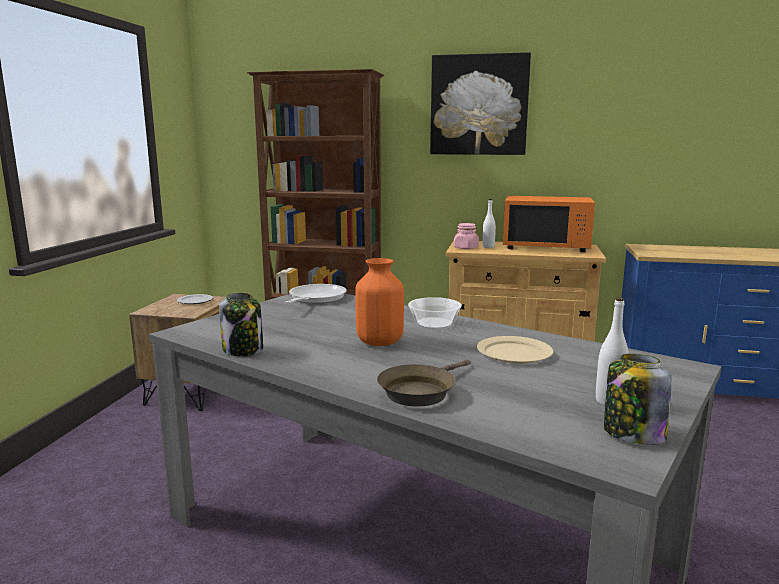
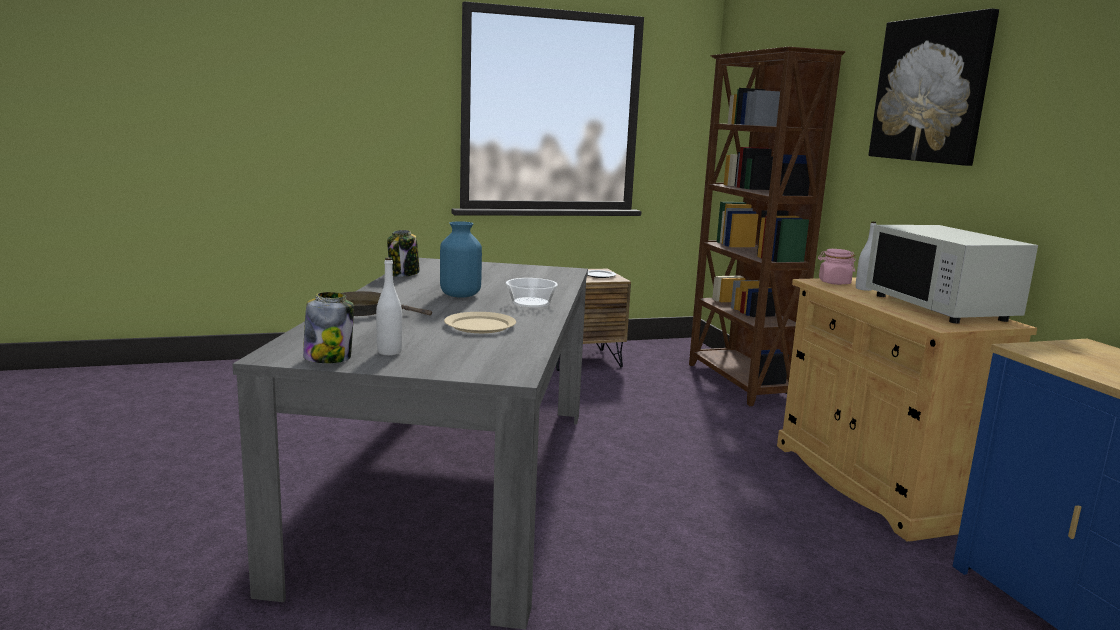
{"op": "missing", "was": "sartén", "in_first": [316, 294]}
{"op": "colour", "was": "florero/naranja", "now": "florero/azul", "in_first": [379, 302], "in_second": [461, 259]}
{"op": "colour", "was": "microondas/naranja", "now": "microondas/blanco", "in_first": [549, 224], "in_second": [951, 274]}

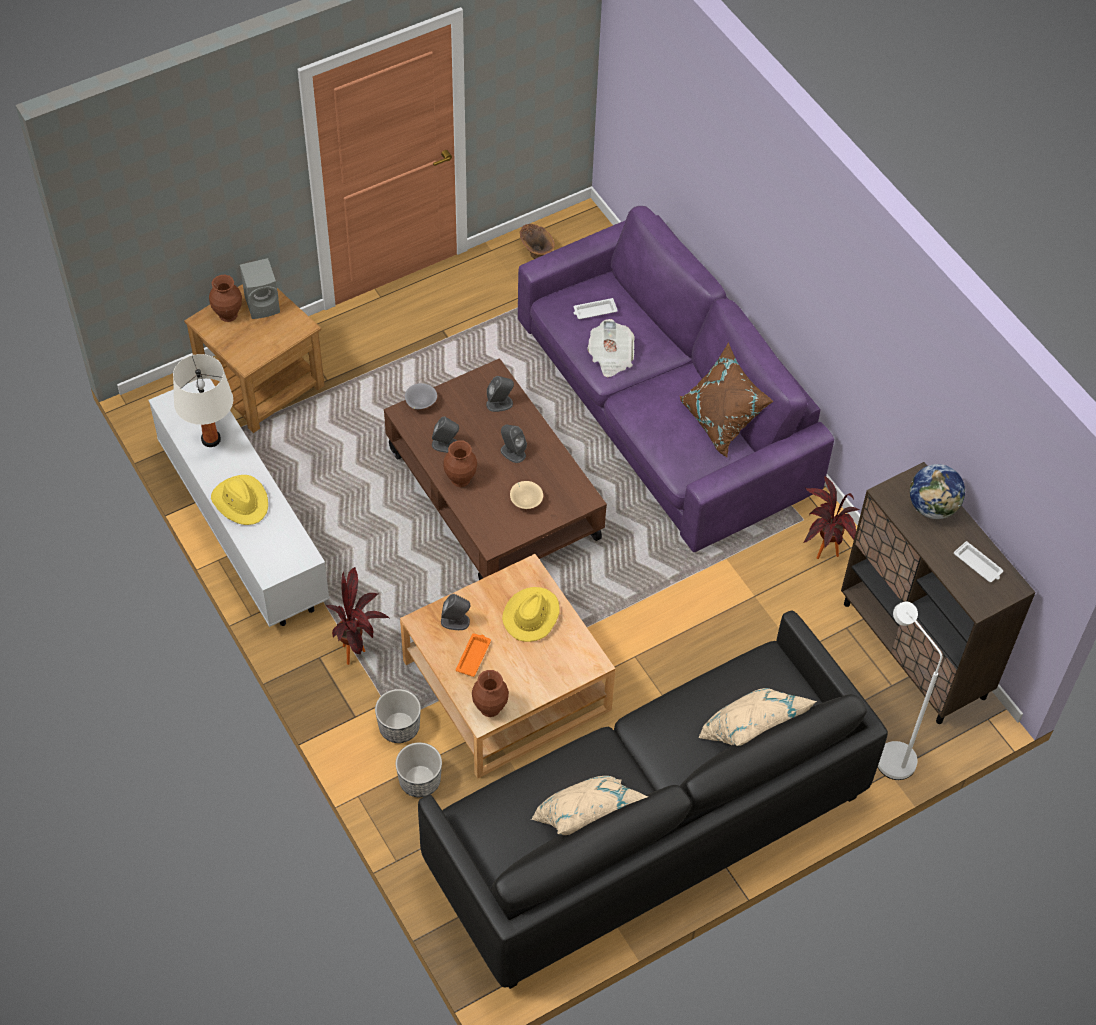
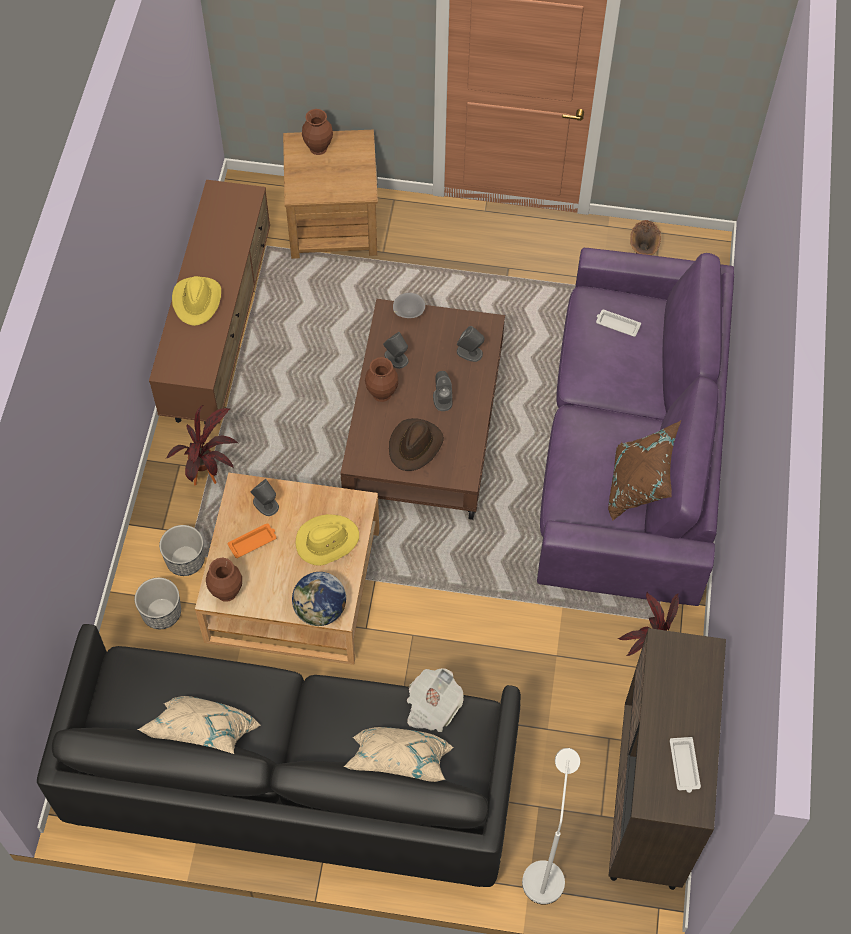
{"op": "colour", "was": "mueble de televisión/blanco", "now": "mueble de televisión/marrón", "in_first": [239, 503], "in_second": [209, 302]}
{"op": "missing", "was": "lámpara de mesa/blanco", "in_first": [203, 400]}
{"op": "missing", "was": "altavoz/gris", "in_first": [260, 288]}
{"op": "exchanged", "was": "cuenco/beis", "now": "sombrero/marrón", "in_first": [526, 495], "in_second": [416, 444]}
{"op": "relocated", "was": "periódico", "in_first": [611, 348], "in_second": [435, 700]}
{"op": "relocated", "was": "globo terráqueo", "in_first": [937, 491], "in_second": [319, 599]}

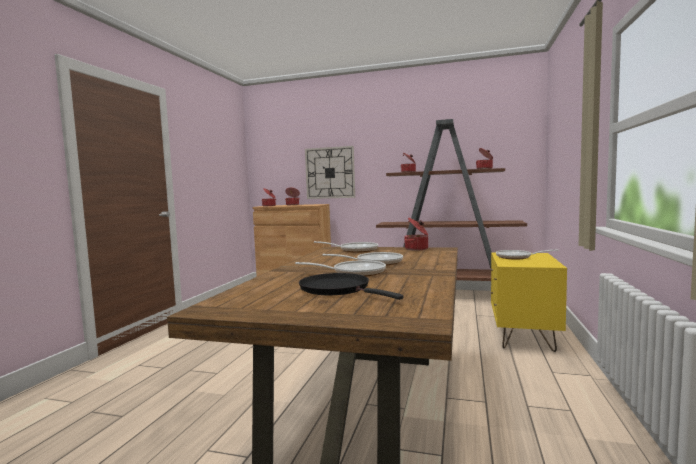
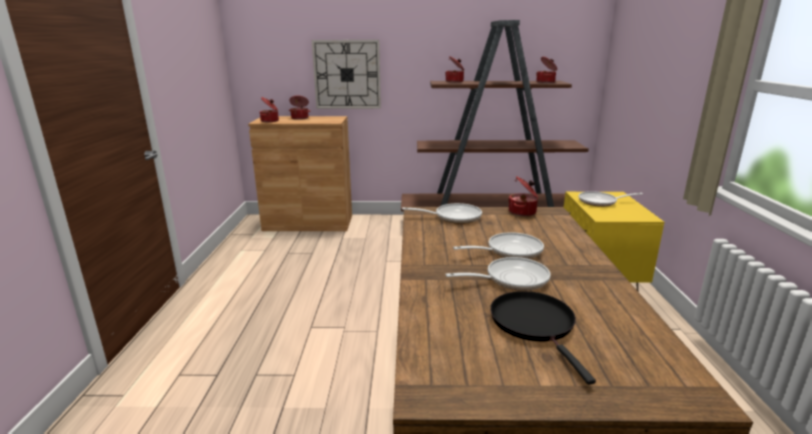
{"op": "spun", "was": "sartén/negro", "in_first": [351, 286], "in_second": [543, 338], "clockwise": 45}

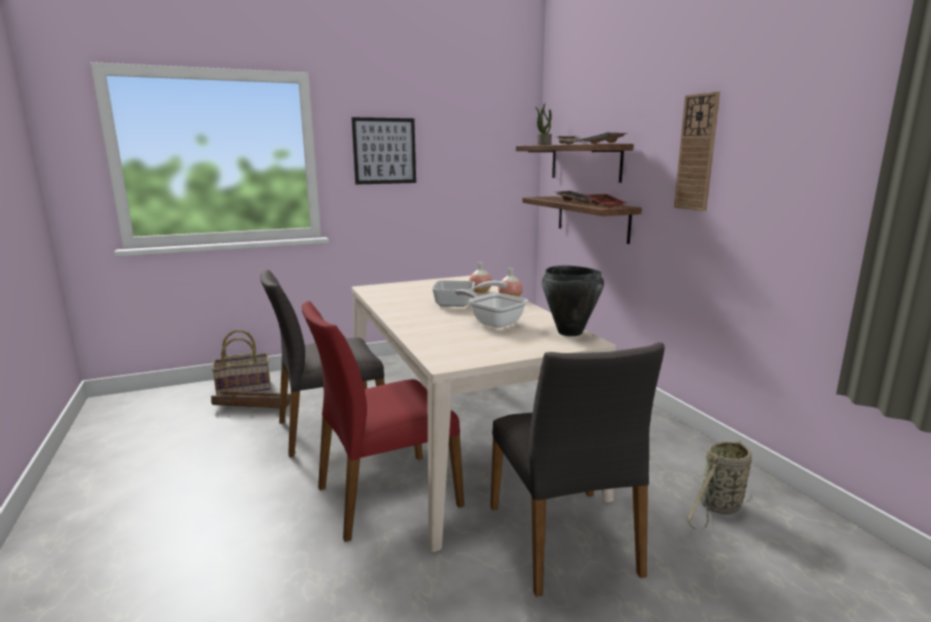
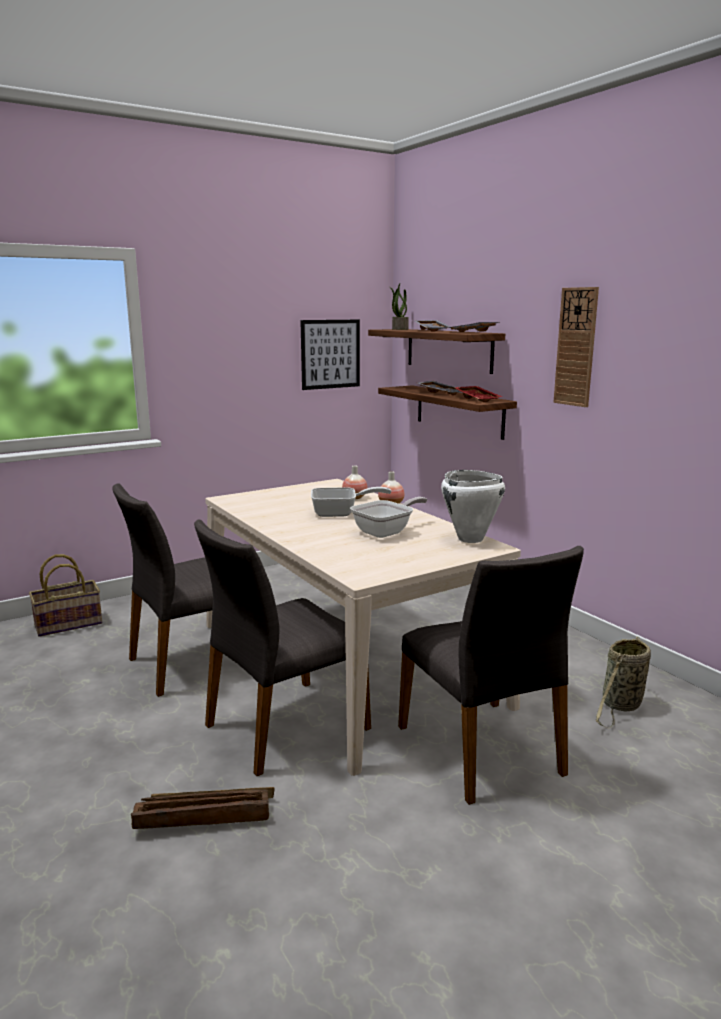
{"op": "relocated", "was": "caja de embalaje", "in_first": [251, 399], "in_second": [203, 808]}
{"op": "colour", "was": "silla/rojo", "now": "silla/gris", "in_first": [383, 421], "in_second": [282, 647]}
{"op": "relocated", "was": "cuadro", "in_first": [383, 151], "in_second": [330, 355]}
{"op": "spun", "was": "sartén", "in_first": [491, 308], "in_second": [388, 517], "clockwise": 105}
{"op": "colour", "was": "olla/negro", "now": "olla/blanco", "in_first": [573, 301], "in_second": [473, 506]}

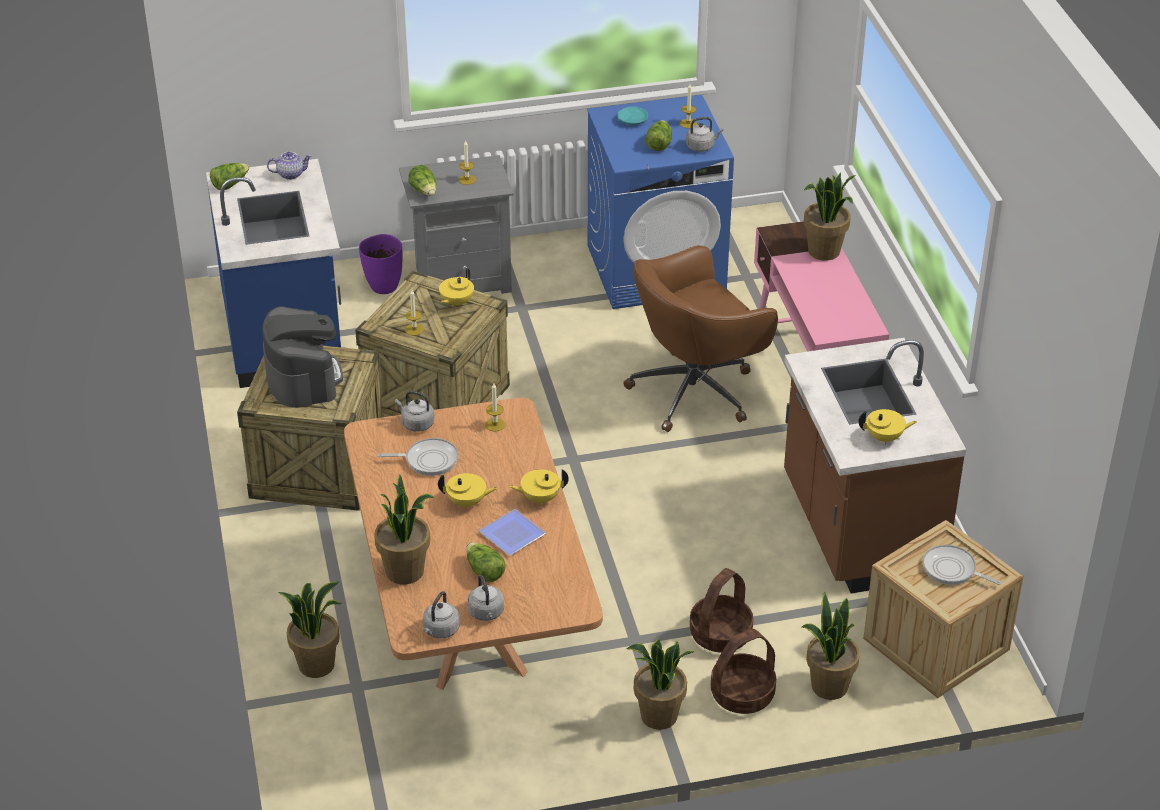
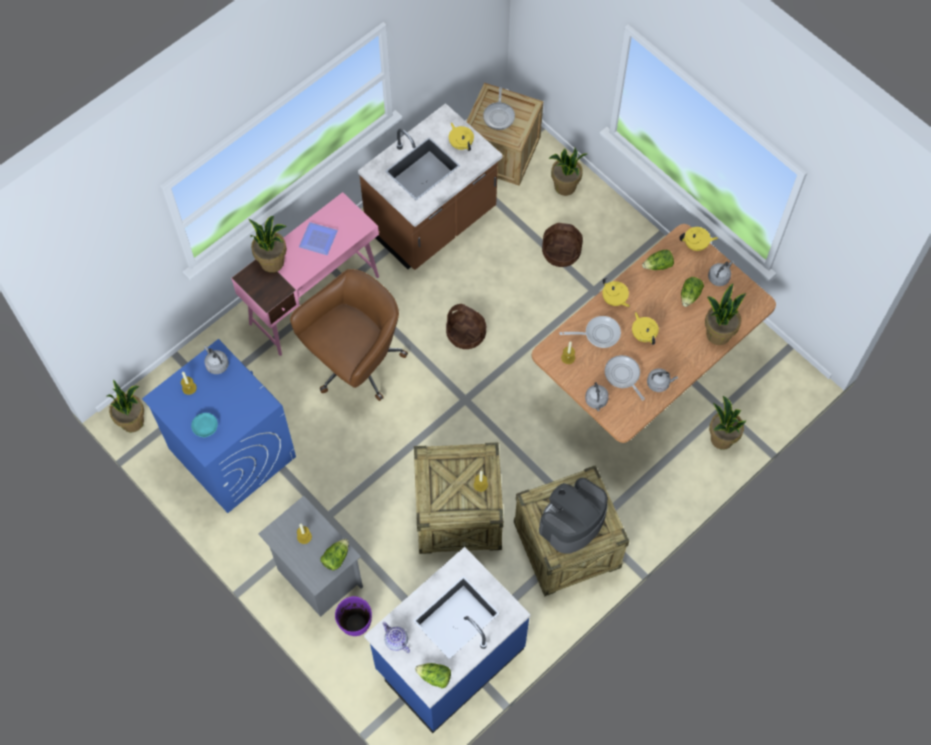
{"op": "relocated", "was": "hervidor/gris", "in_first": [441, 614], "in_second": [662, 380]}
{"op": "relocated", "was": "tetera/amarillo", "in_first": [456, 288], "in_second": [699, 239]}
{"op": "relocated", "was": "plato", "in_first": [512, 532], "in_second": [318, 238]}
{"op": "spun", "was": "silla de oficina/marrón", "in_first": [700, 338], "in_second": [349, 335], "clockwise": -75}
{"op": "relocated", "was": "planta en maceta", "in_first": [660, 684], "in_second": [125, 405]}
{"op": "relocated", "was": "lechuga", "in_first": [658, 135], "in_second": [658, 260]}
{"op": "relocated", "was": "cesta", "in_first": [743, 671], "in_second": [466, 326]}
{"op": "appeared", "now": "sartén", "in_second": [590, 332]}

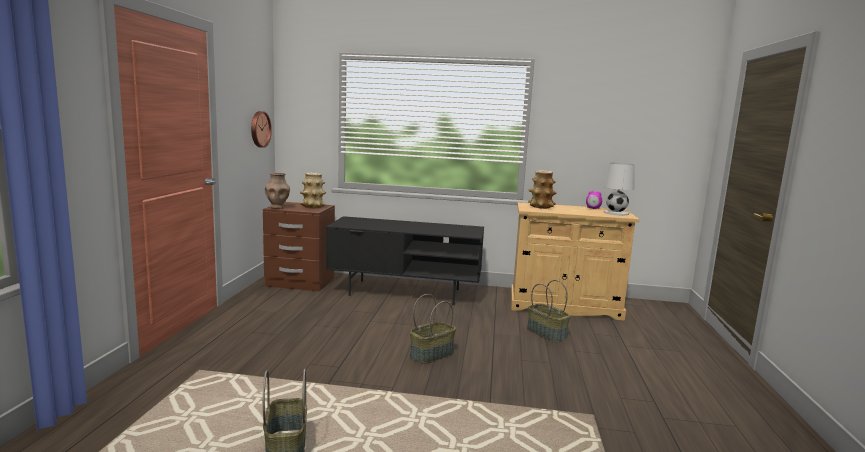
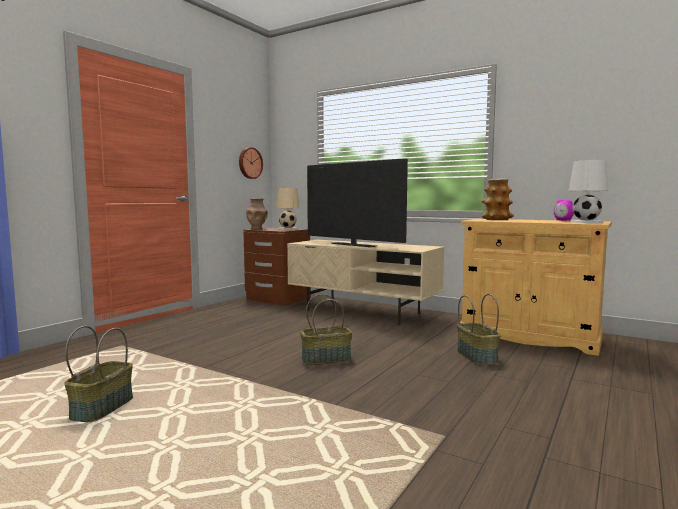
{"op": "exchanged", "was": "florero", "now": "lámpara de mesa/beis", "in_first": [313, 190], "in_second": [287, 209]}
{"op": "colour", "was": "mueble de televisión/negro", "now": "mueble de televisión/beis", "in_first": [405, 260], "in_second": [366, 282]}
{"op": "appeared", "now": "televisor", "in_second": [357, 202]}

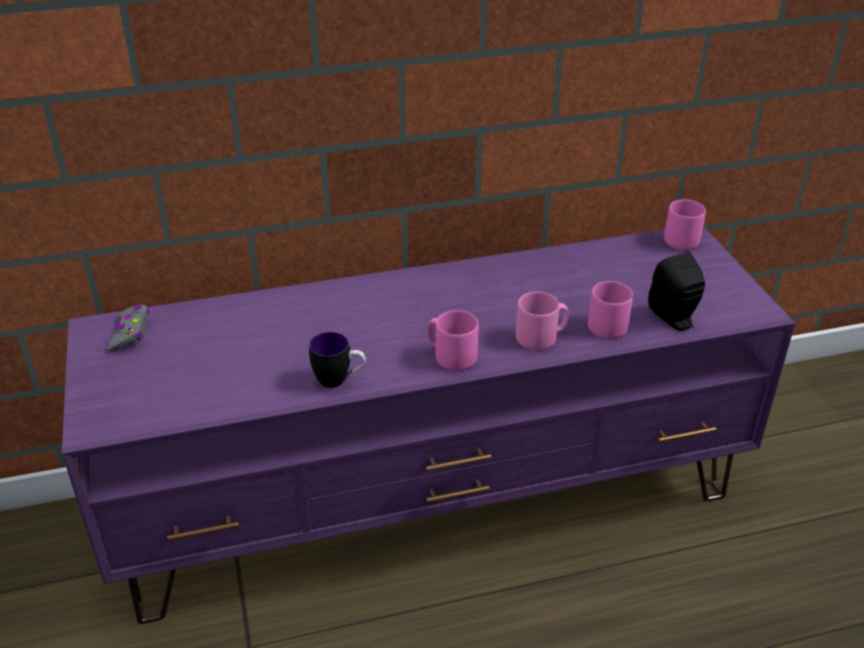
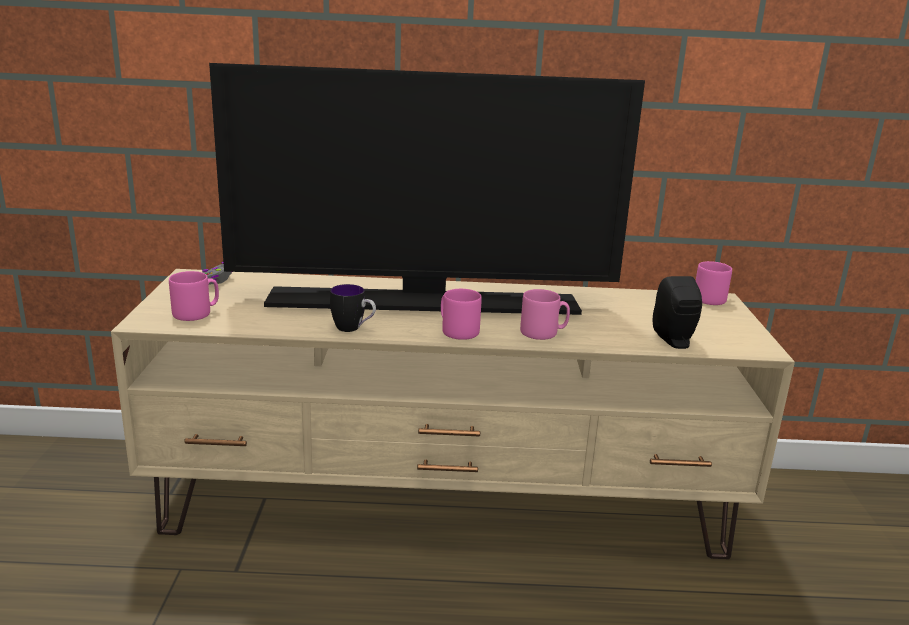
{"op": "colour", "was": "mueble de televisión/morado", "now": "mueble de televisión/beis", "in_first": [428, 425], "in_second": [453, 414]}
{"op": "relocated", "was": "taza grande/rosa", "in_first": [610, 310], "in_second": [194, 296]}
{"op": "appeared", "now": "televisor", "in_second": [427, 189]}

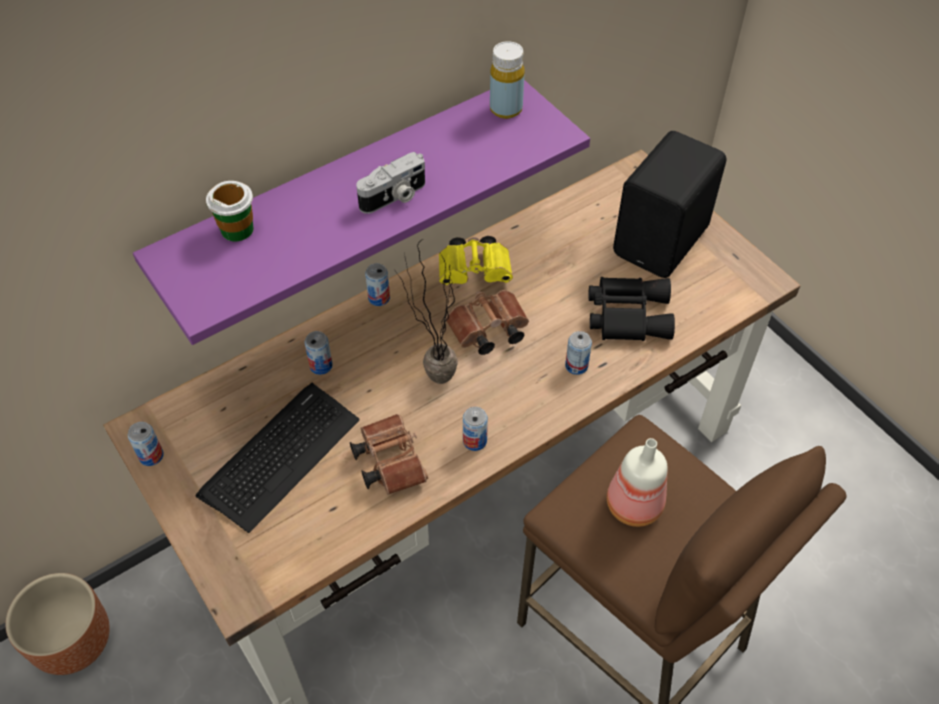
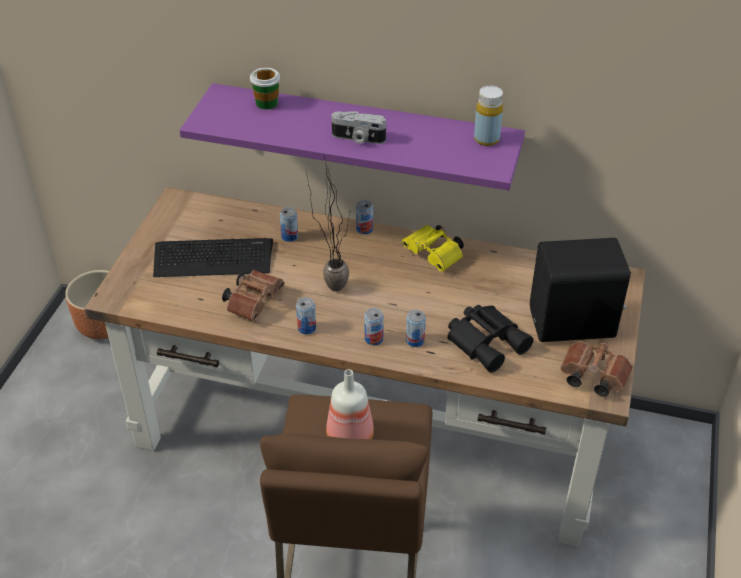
{"op": "relocated", "was": "lata", "in_first": [146, 444], "in_second": [374, 326]}
{"op": "relocated", "was": "prismáticos/marrón", "in_first": [487, 322], "in_second": [596, 369]}

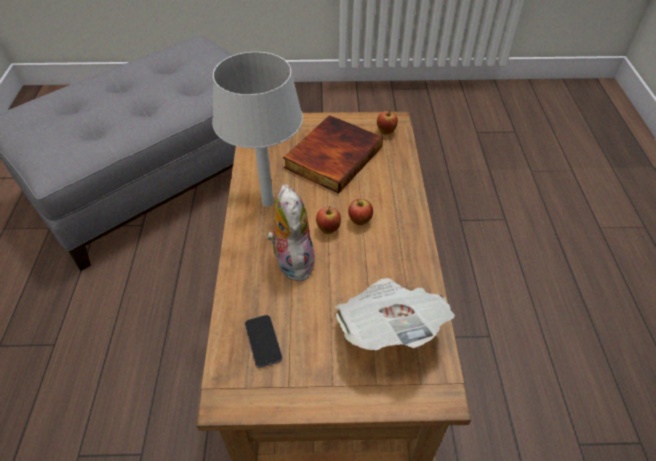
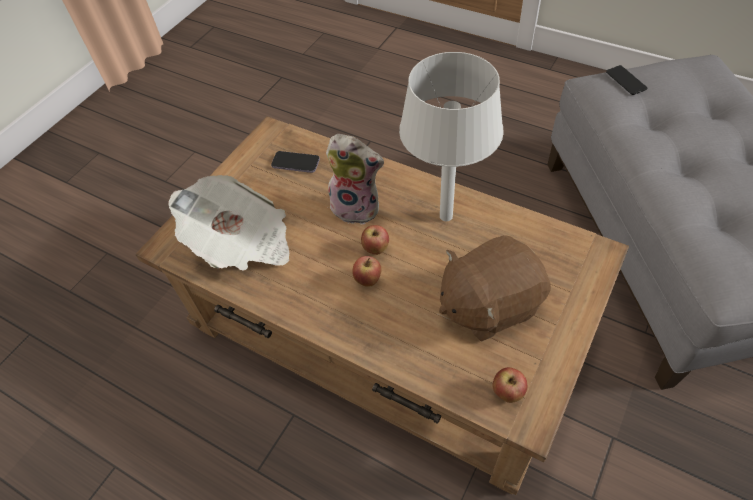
{"op": "exchanged", "was": "libro", "now": "peluche/marrón", "in_first": [333, 154], "in_second": [495, 288]}
{"op": "appeared", "now": "móvil", "in_second": [626, 80]}

